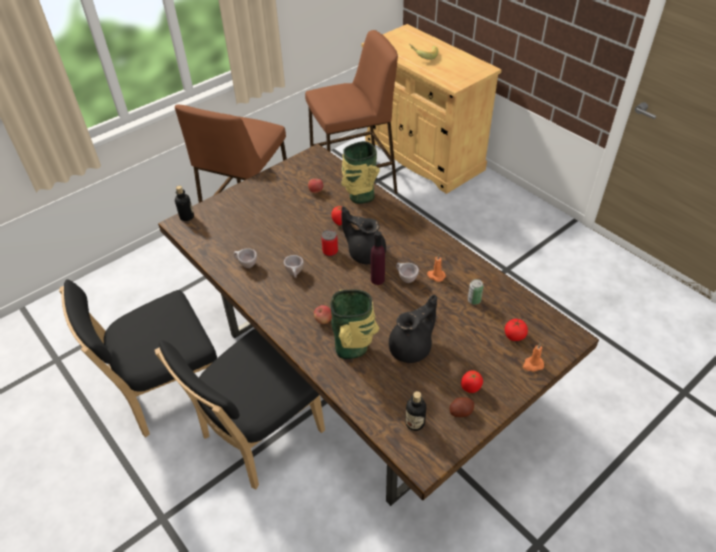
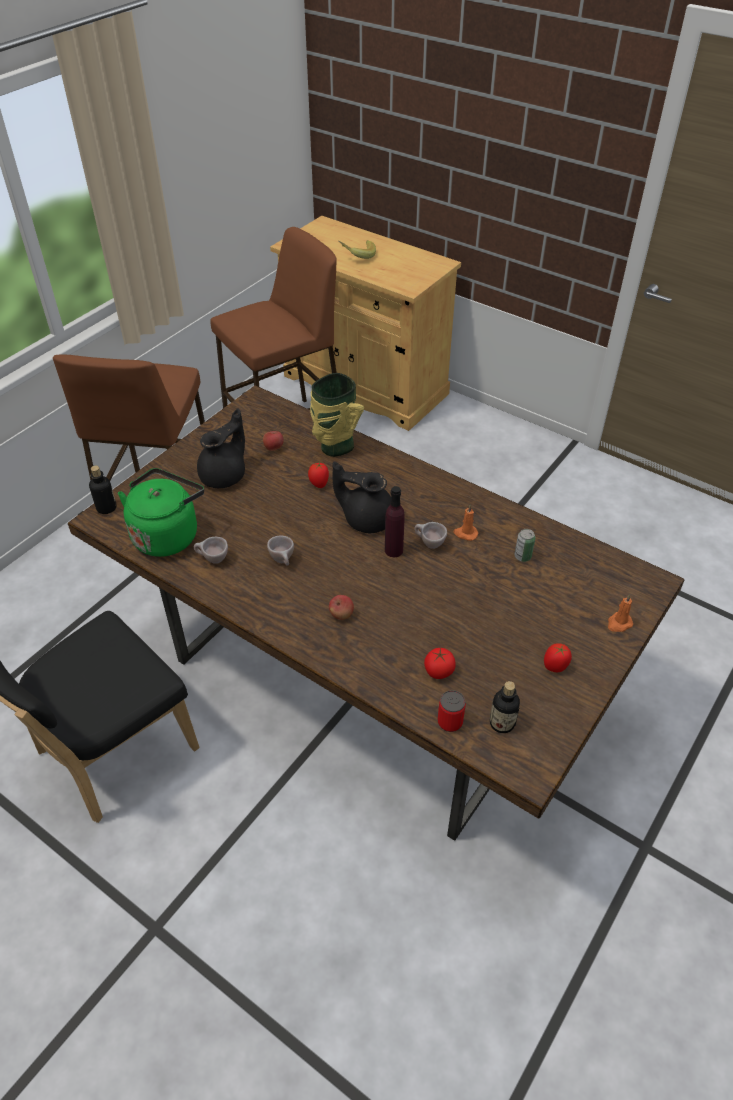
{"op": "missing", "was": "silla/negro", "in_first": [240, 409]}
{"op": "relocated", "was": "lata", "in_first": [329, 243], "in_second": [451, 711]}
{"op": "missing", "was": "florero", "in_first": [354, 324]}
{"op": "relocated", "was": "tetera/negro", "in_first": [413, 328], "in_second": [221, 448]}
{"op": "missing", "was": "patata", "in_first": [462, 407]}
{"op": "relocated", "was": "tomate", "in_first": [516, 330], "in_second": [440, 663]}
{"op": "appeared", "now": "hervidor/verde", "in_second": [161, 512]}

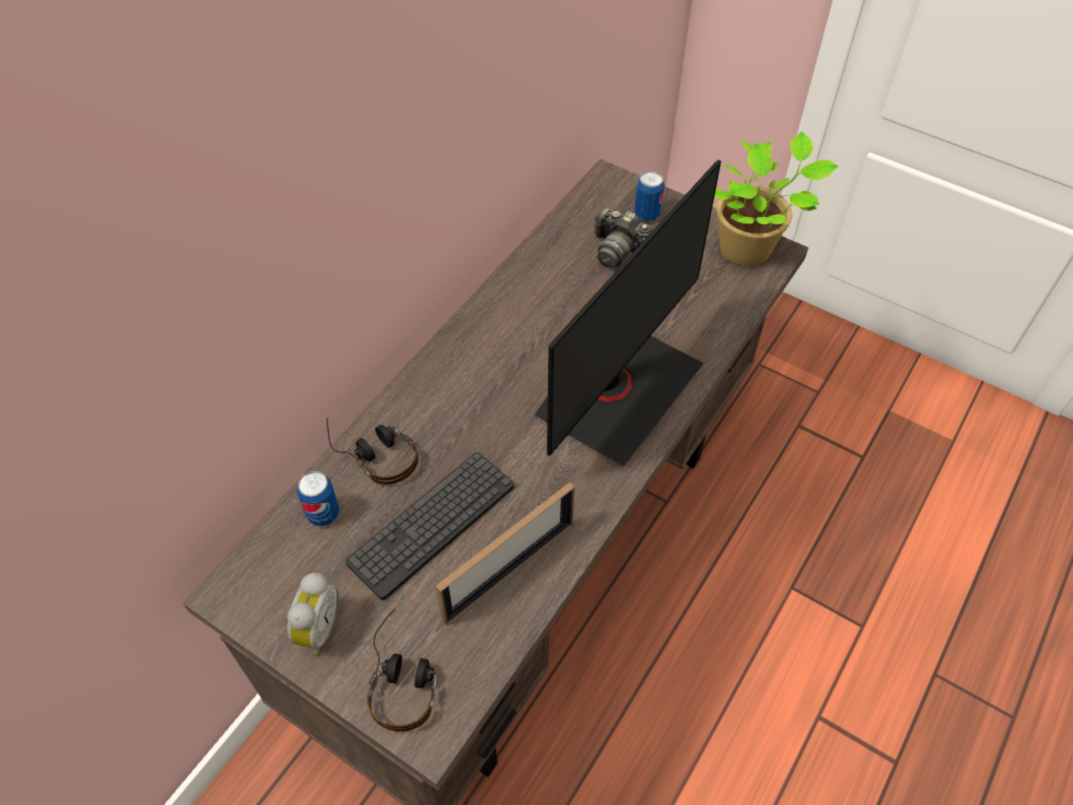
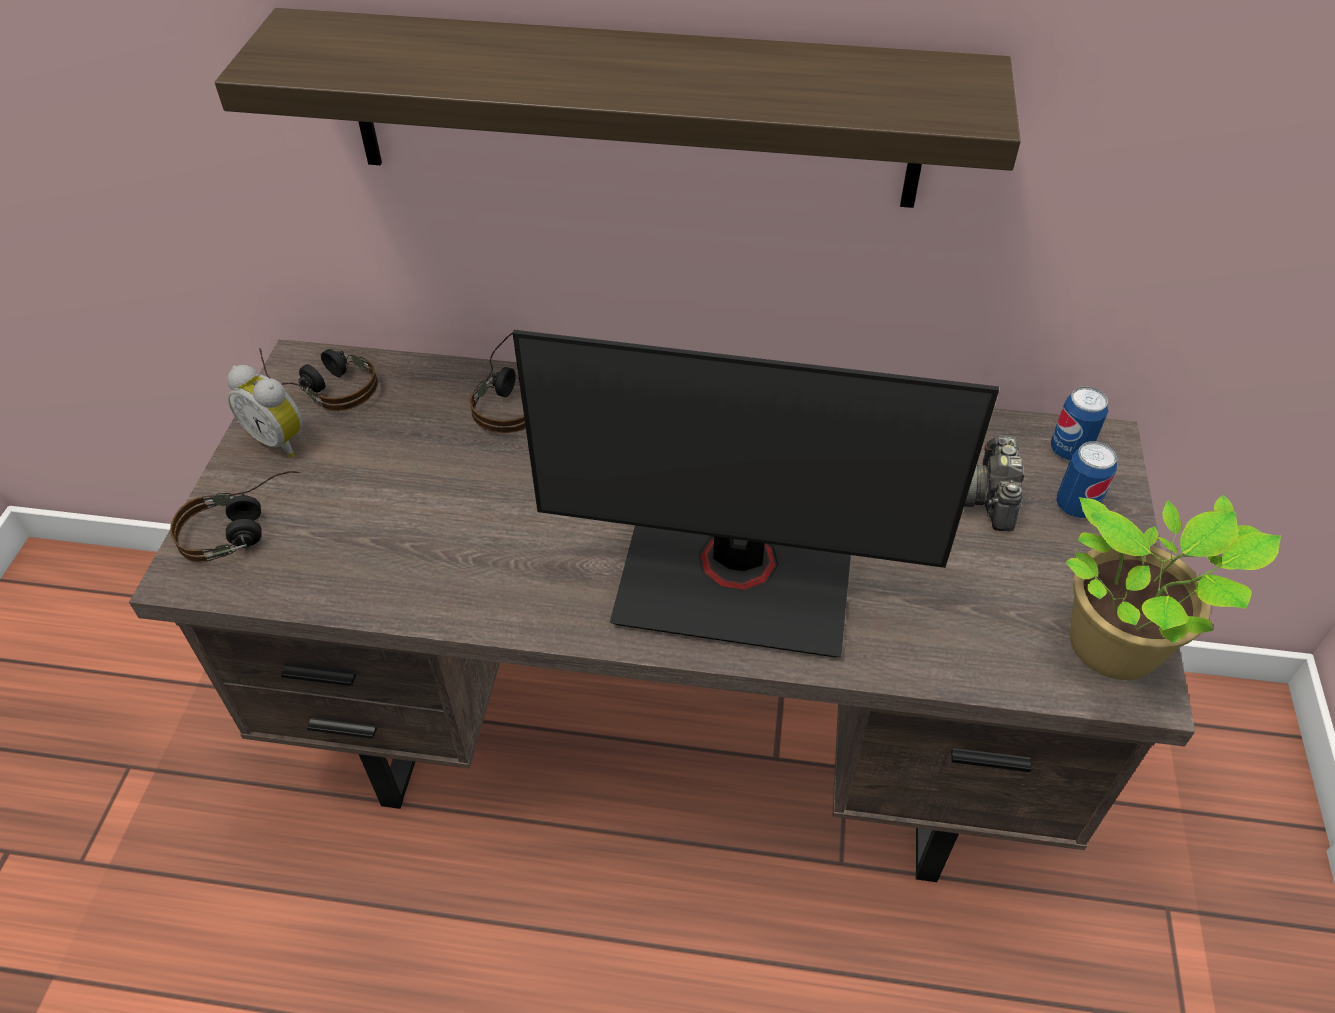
{"op": "spun", "was": "despertador", "in_first": [313, 614], "in_second": [264, 411], "clockwise": 45}
{"op": "relocated", "was": "lata", "in_first": [318, 498], "in_second": [1079, 423]}
{"op": "missing", "was": "teclado", "in_first": [429, 526]}
{"op": "missing", "was": "portarretratos", "in_first": [505, 554]}
{"op": "appeared", "now": "estante", "in_second": [618, 108]}
{"op": "appeared", "now": "auriculares", "in_second": [318, 379]}

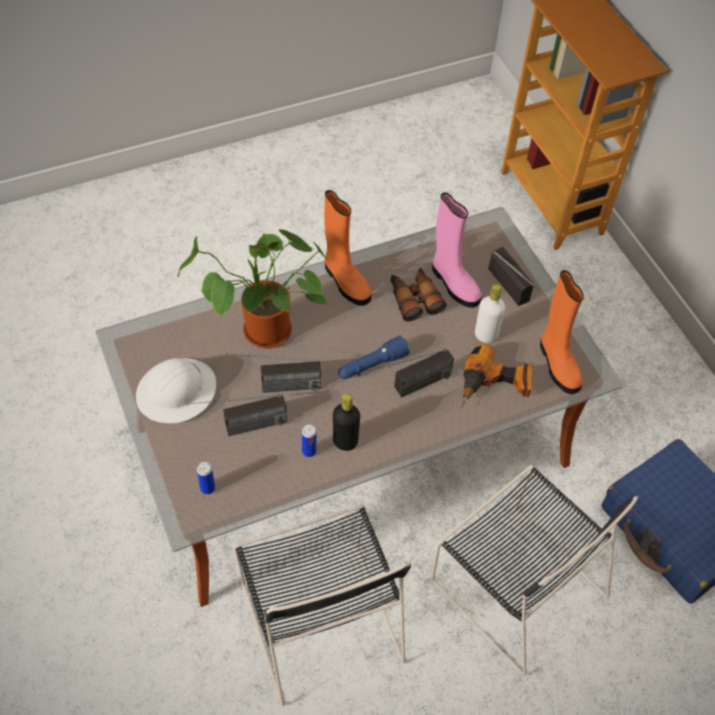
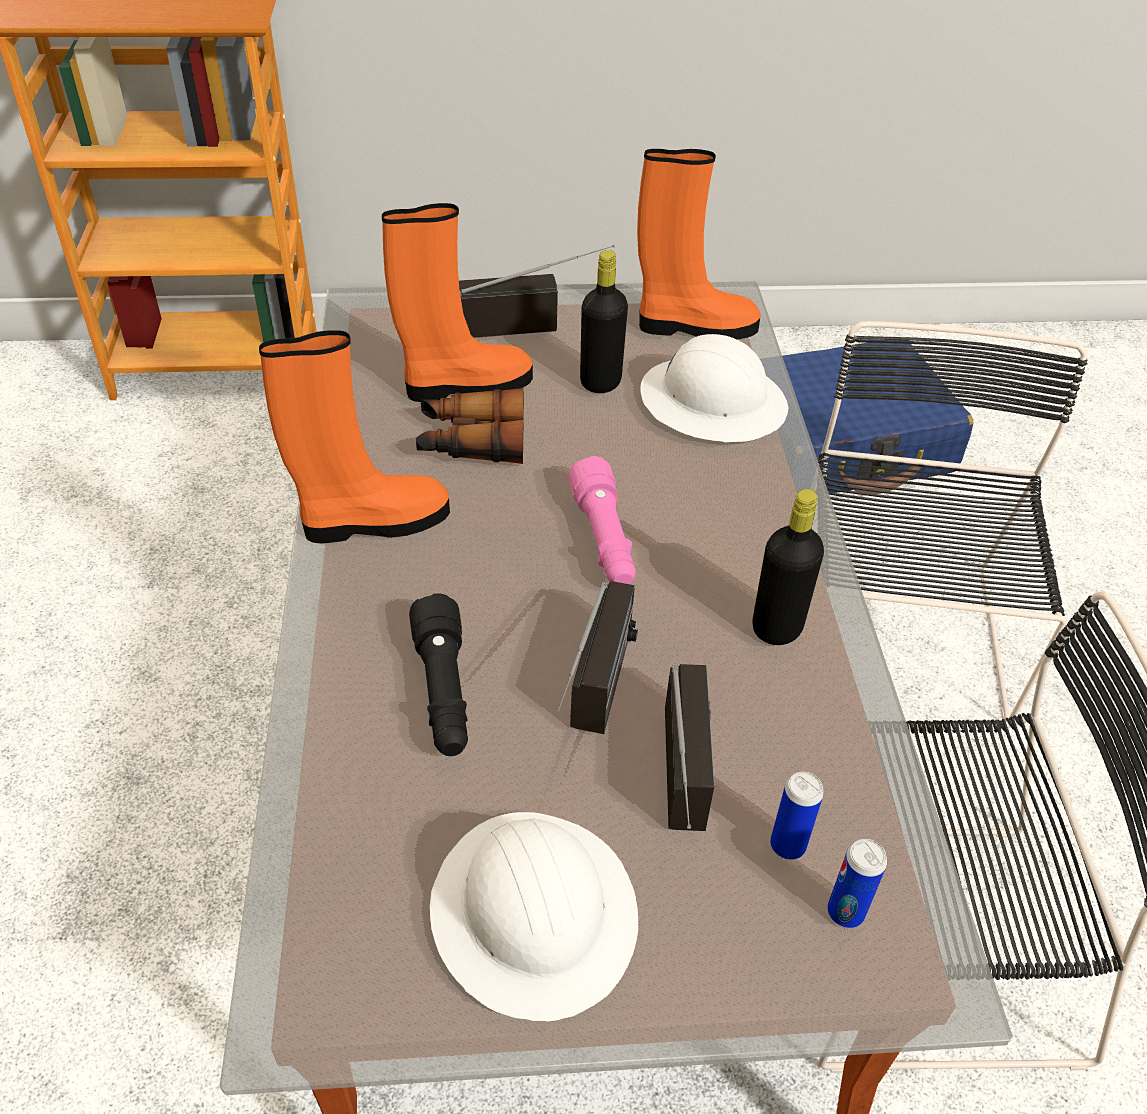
{"op": "exchanged", "was": "planta en maceta", "now": "linterna/negro", "in_first": [253, 289], "in_second": [438, 674]}
{"op": "relocated", "was": "lata", "in_first": [309, 440], "in_second": [797, 816]}
{"op": "colour", "was": "linterna/azul", "now": "linterna/rosa", "in_first": [374, 357], "in_second": [602, 520]}
{"op": "missing", "was": "radio", "in_first": [411, 372]}
{"op": "spun", "was": "silla/negro", "in_first": [534, 570], "in_second": [953, 521], "clockwise": -60}
{"op": "colour", "was": "bota/rosa", "now": "bota/naranja", "in_first": [457, 250], "in_second": [457, 302]}
{"op": "exchanged", "was": "taladro", "now": "casco/blanco", "in_first": [496, 376], "in_second": [714, 388]}
{"op": "colour", "was": "botella/blanco", "now": "botella/negro", "in_first": [490, 313], "in_second": [604, 321]}

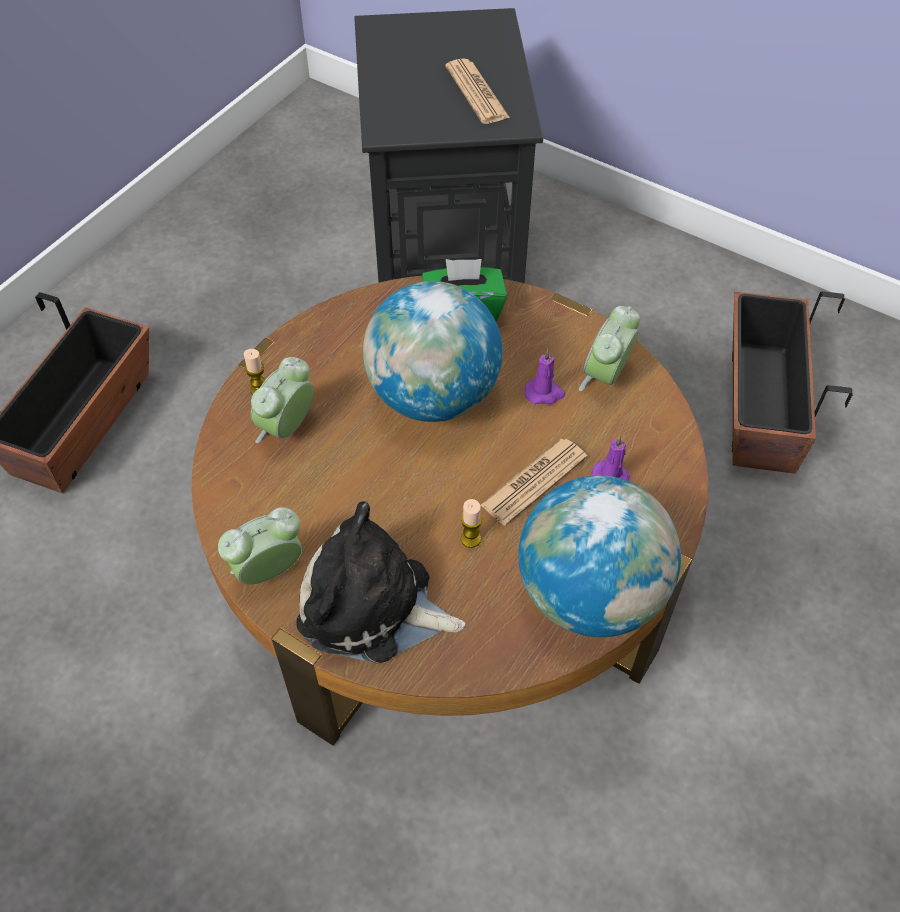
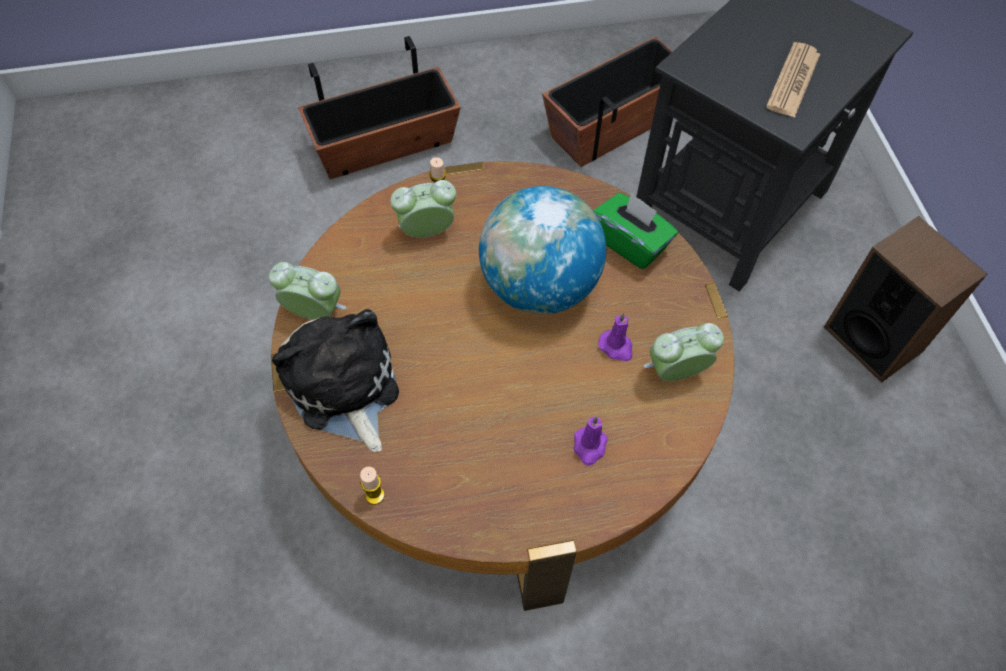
{"op": "relocated", "was": "vela", "in_first": [471, 523], "in_second": [372, 485]}
{"op": "missing", "was": "periódico", "in_first": [533, 482]}
{"op": "missing", "was": "globo terráqueo", "in_first": [599, 556]}
{"op": "relocated", "was": "maceta", "in_first": [792, 382], "in_second": [607, 101]}
{"op": "appeared", "now": "altavoz", "in_second": [905, 299]}

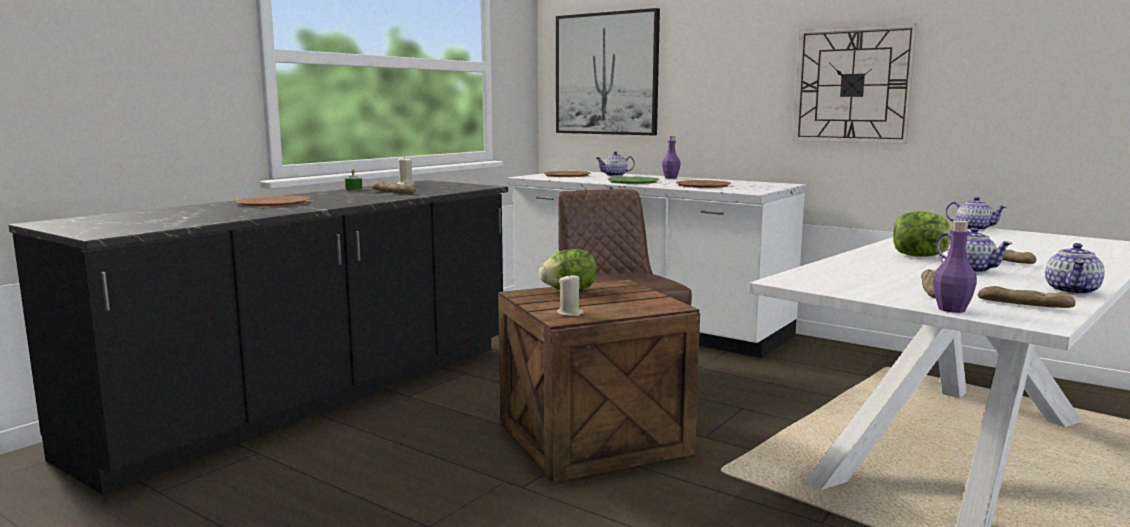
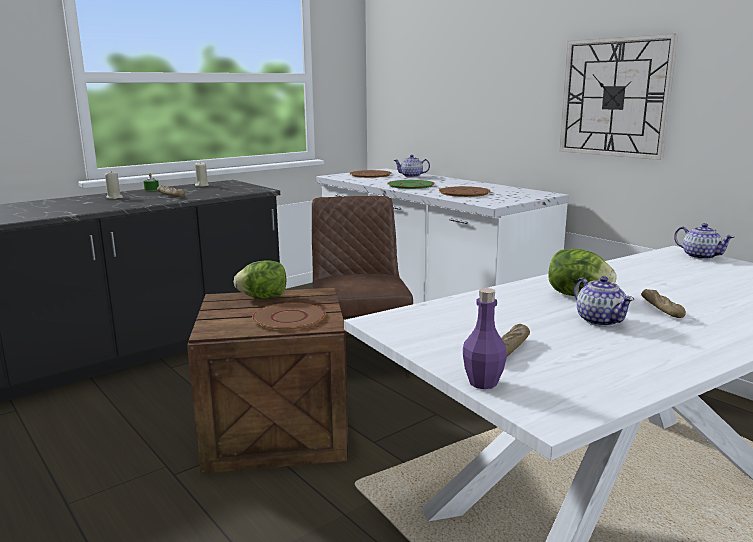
{"op": "relocated", "was": "plato/marrón", "in_first": [273, 201], "in_second": [289, 316]}
{"op": "missing", "was": "cuadro", "in_first": [608, 71]}
{"op": "relocated", "was": "vela/beis", "in_first": [570, 295], "in_second": [114, 185]}
{"op": "missing", "was": "botella/morado", "in_first": [671, 157]}
{"op": "missing", "was": "pan", "in_first": [1027, 297]}
{"op": "missing", "was": "tetera", "in_first": [1075, 269]}

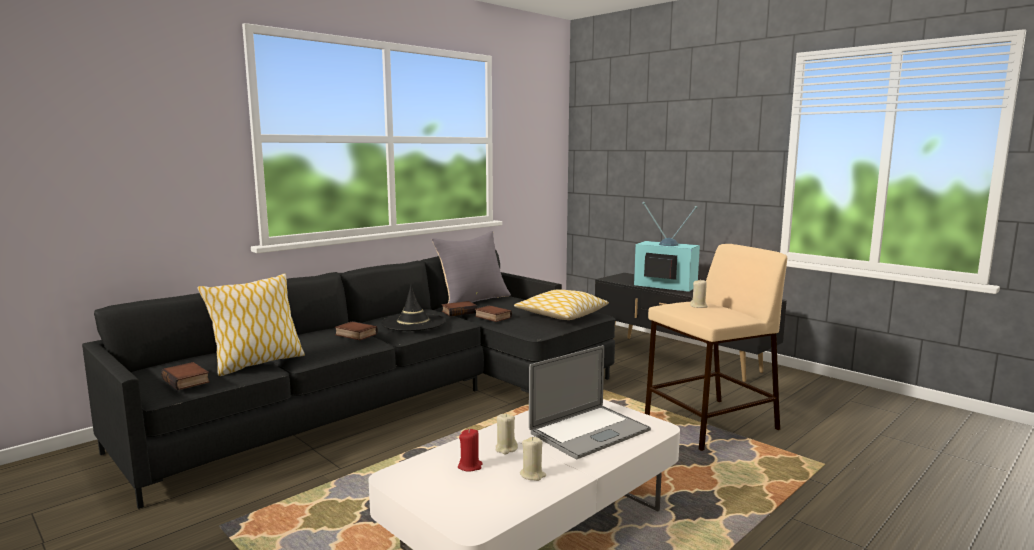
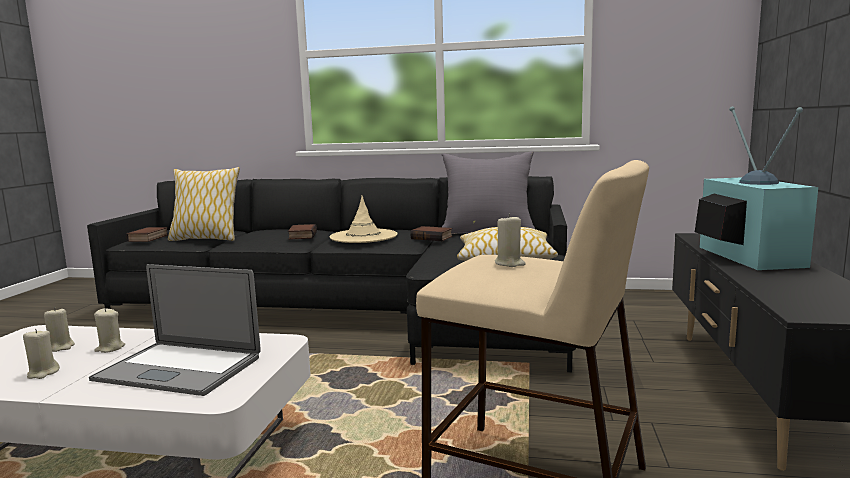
{"op": "colour", "was": "sombrero/negro", "now": "sombrero/beis", "in_first": [413, 308], "in_second": [364, 219]}
{"op": "colour", "was": "vela/rojo", "now": "vela/beis", "in_first": [470, 450], "in_second": [59, 329]}
{"op": "missing", "was": "libro", "in_first": [493, 313]}

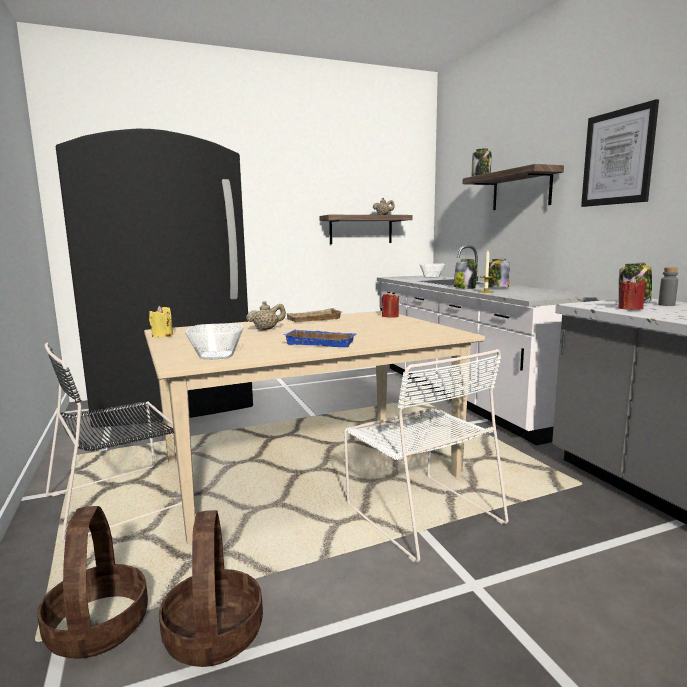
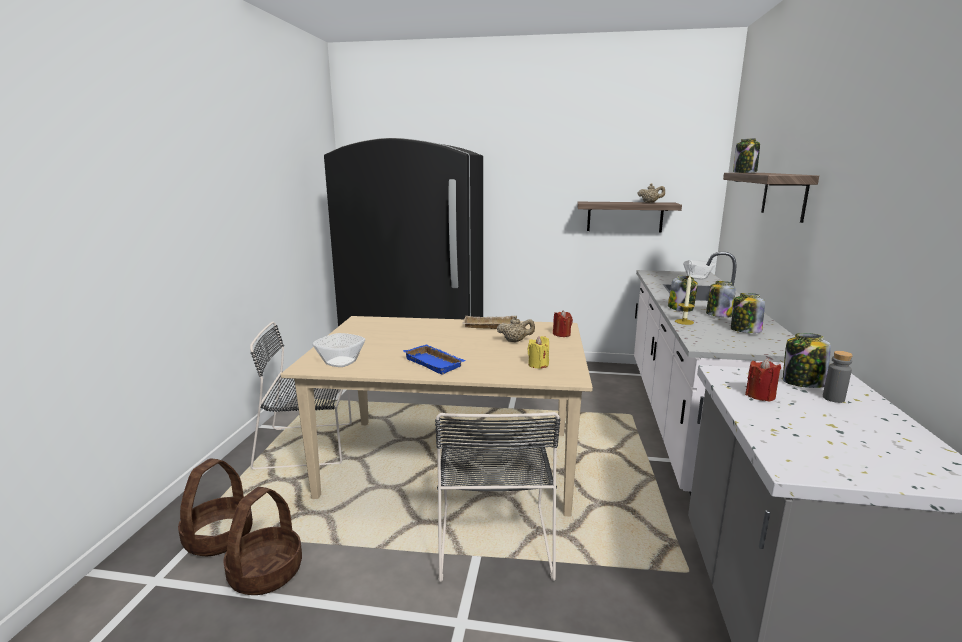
{"op": "relocated", "was": "vela/amarillo", "in_first": [161, 321], "in_second": [538, 352]}
{"op": "relocated", "was": "tetera/beis", "in_first": [266, 315], "in_second": [516, 329]}
{"op": "colour", "was": "silla/blanco", "now": "silla/negro", "in_first": [426, 455], "in_second": [497, 497]}
{"op": "missing", "was": "cuadro", "in_first": [620, 153]}
{"op": "appeared", "now": "tarro", "in_second": [748, 313]}

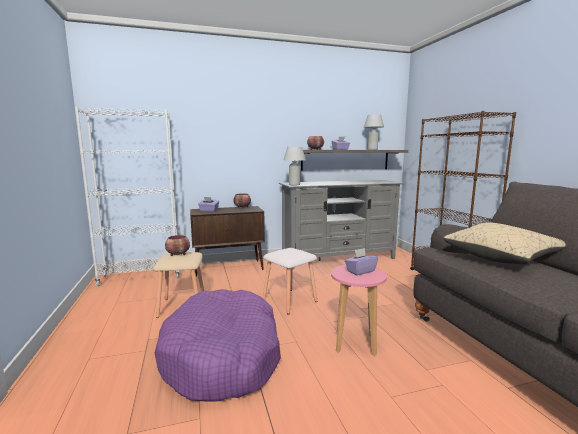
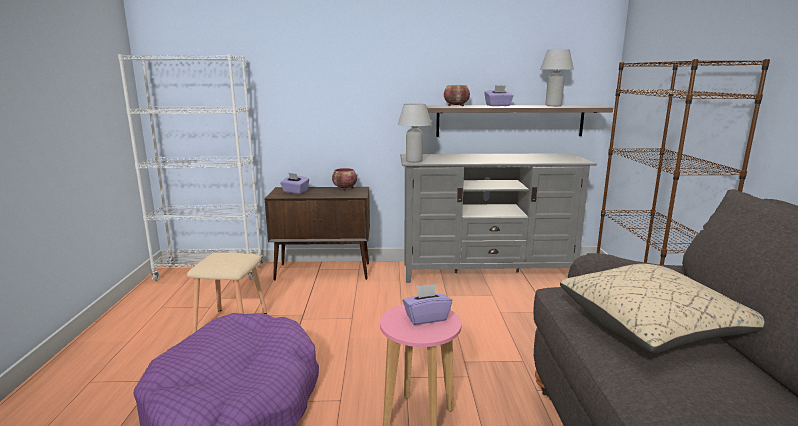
{"op": "missing", "was": "cuenco", "in_first": [177, 245]}
{"op": "missing", "was": "taburete/blanco", "in_first": [290, 281]}

